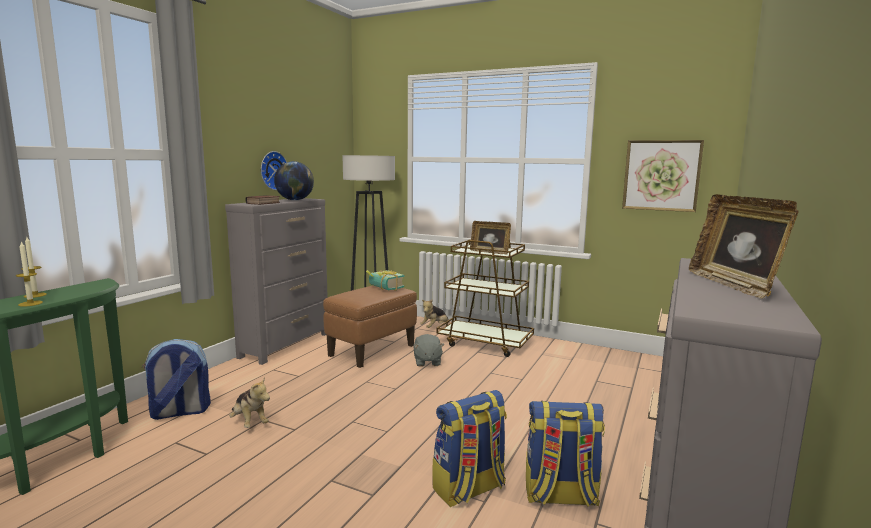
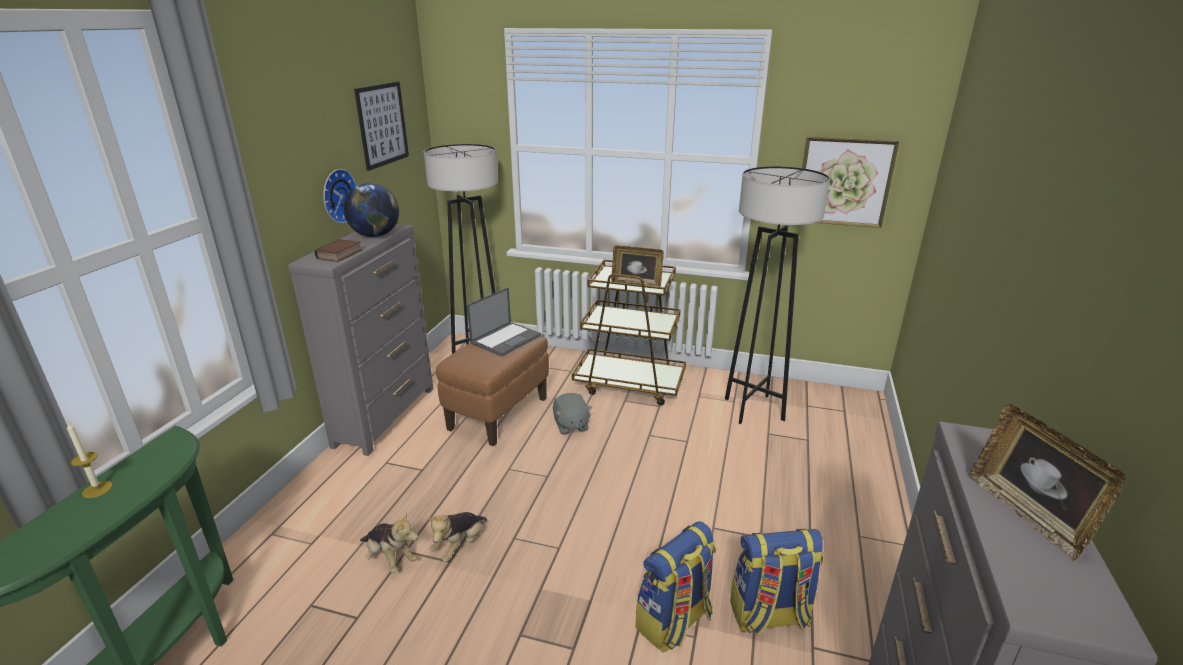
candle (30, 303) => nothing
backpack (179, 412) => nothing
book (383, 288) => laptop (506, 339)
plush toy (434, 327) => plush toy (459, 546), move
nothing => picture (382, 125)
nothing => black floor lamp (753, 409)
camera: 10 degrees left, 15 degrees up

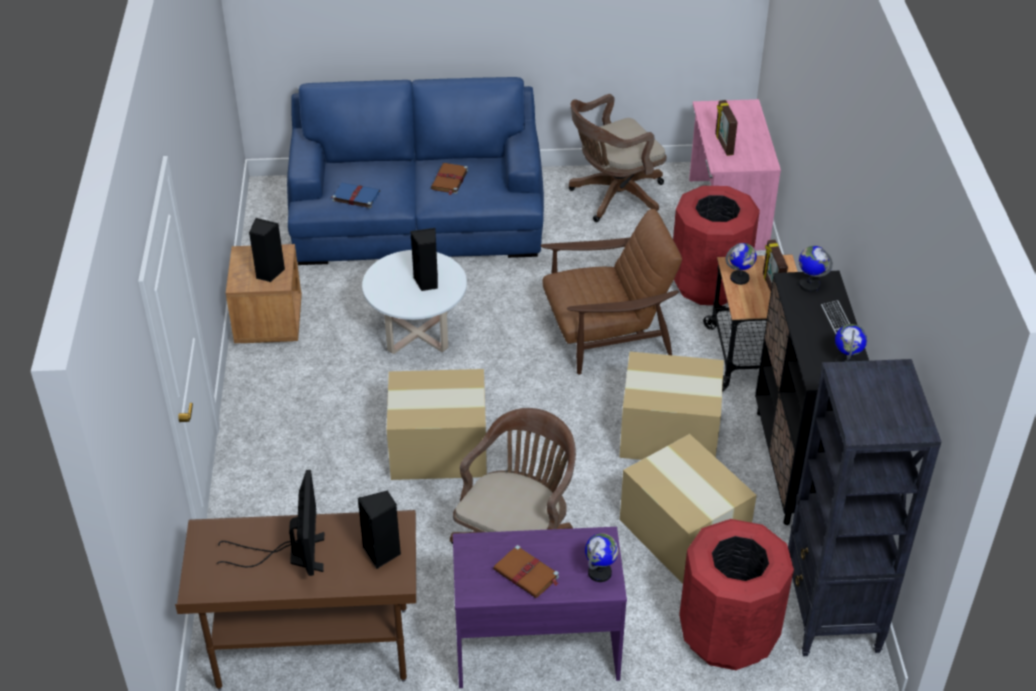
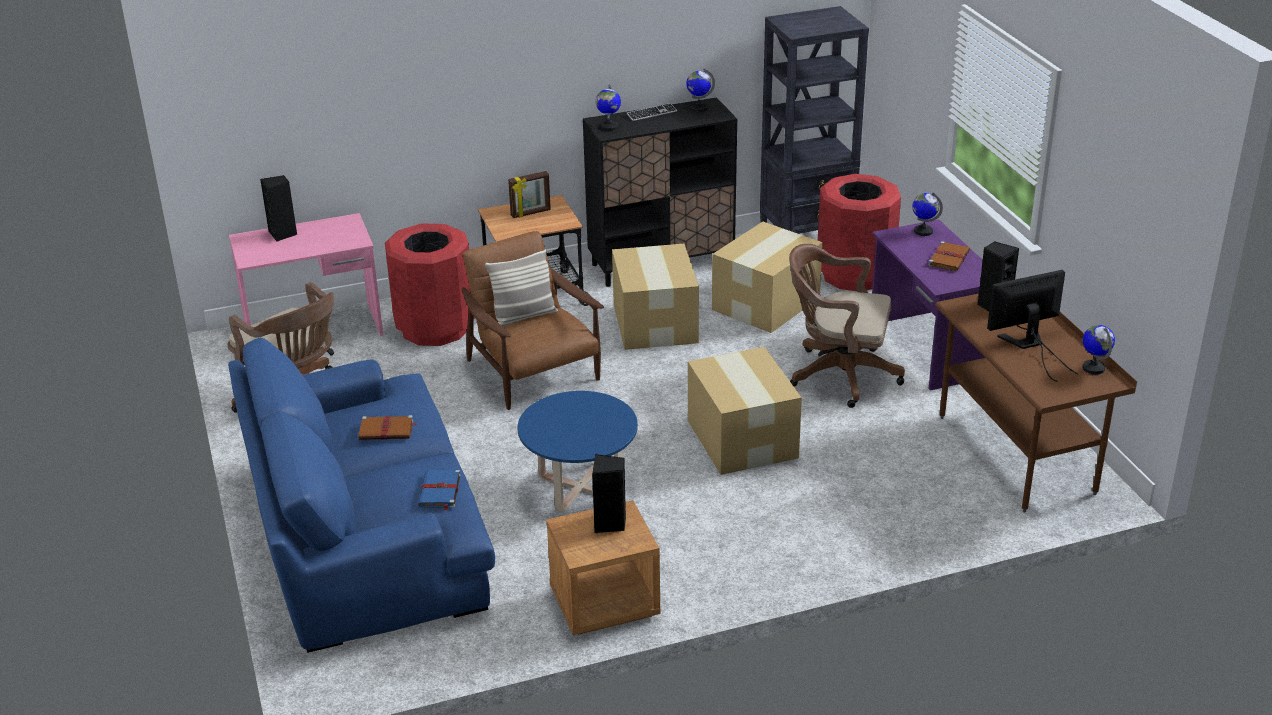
white coffee table (417, 333) => blue coffee table (580, 487)
black speaker (427, 282) => black speaker (283, 234), move
picture frame (723, 144) => nothing
globe (740, 278) => globe (1093, 368), move
nothing => pillow (524, 317)
camera: 105 degrees left, 10 degrees down

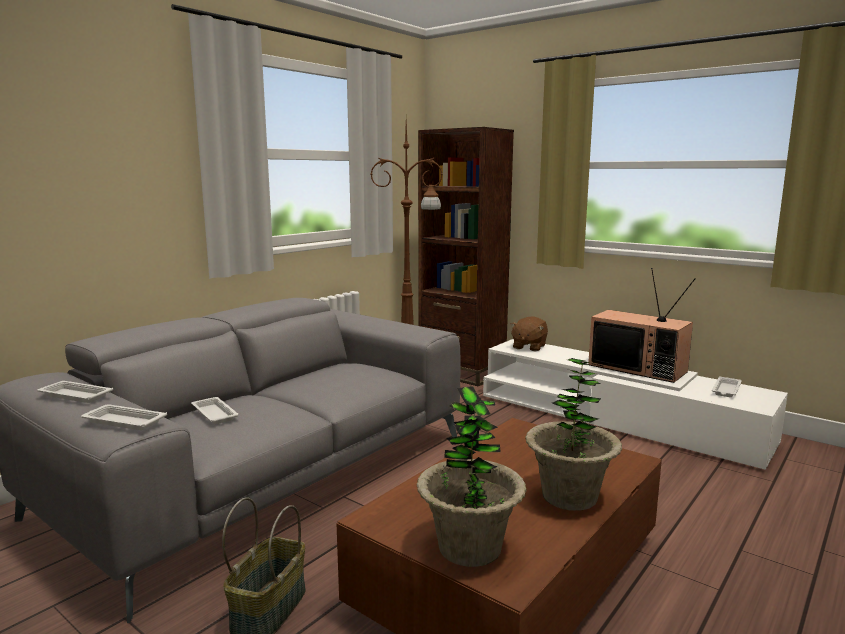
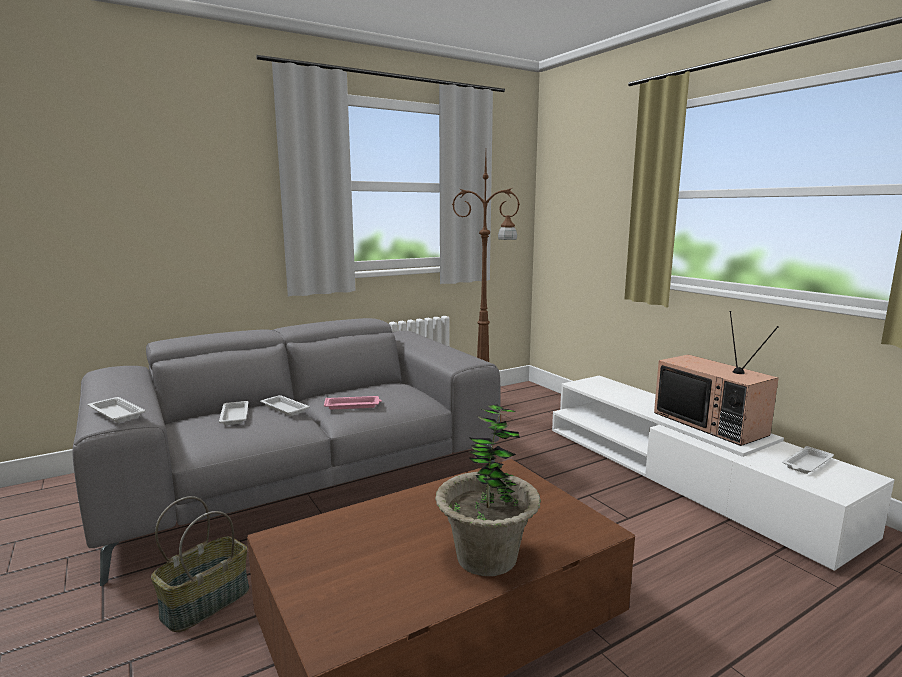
white tray (74, 395) => white tray (284, 408), move
potted plant (469, 548) => nothing
brown bookcase (461, 372) => nothing
brown plush toy (528, 347) => nothing
nothing => pink tray (353, 405)
camera: 20 degrees right, 0 degrees up

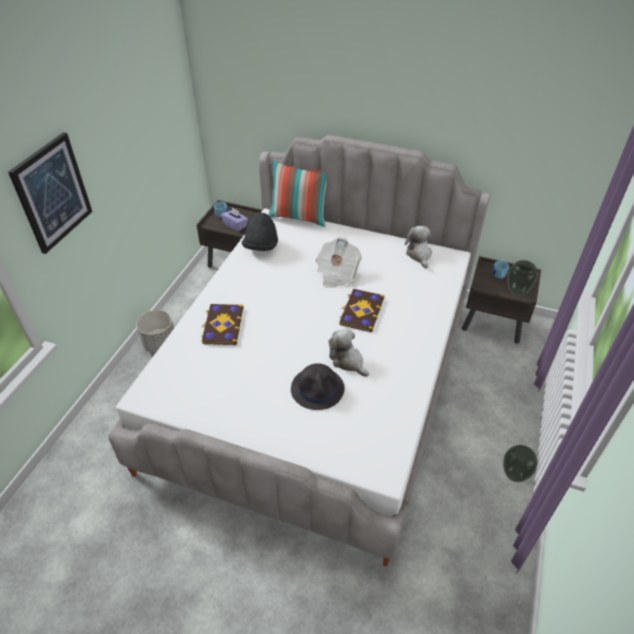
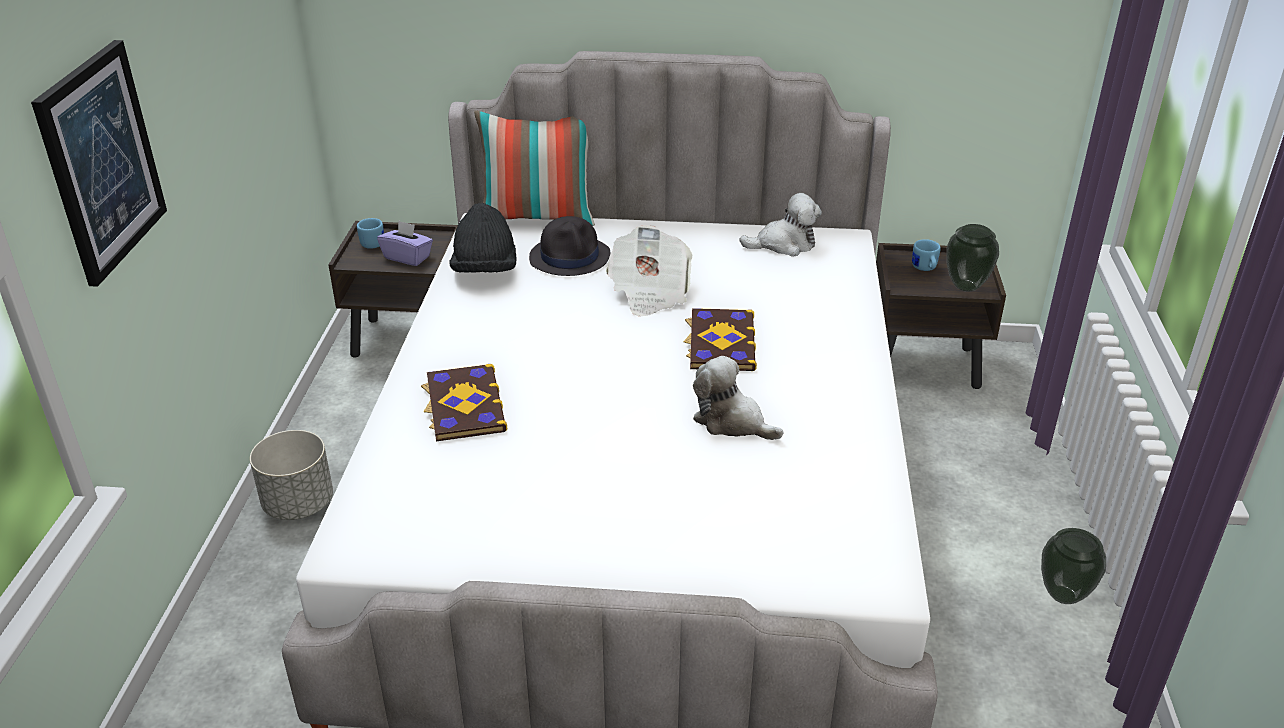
black hat (318, 389) => black hat (570, 257), move
plush toy (419, 254) => plush toy (784, 244), 105 degrees clockwise
camera: 15 degrees left, 10 degrees down

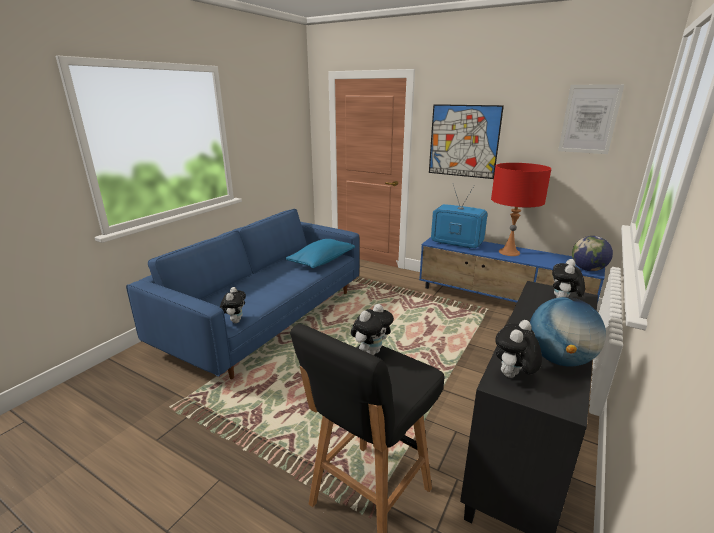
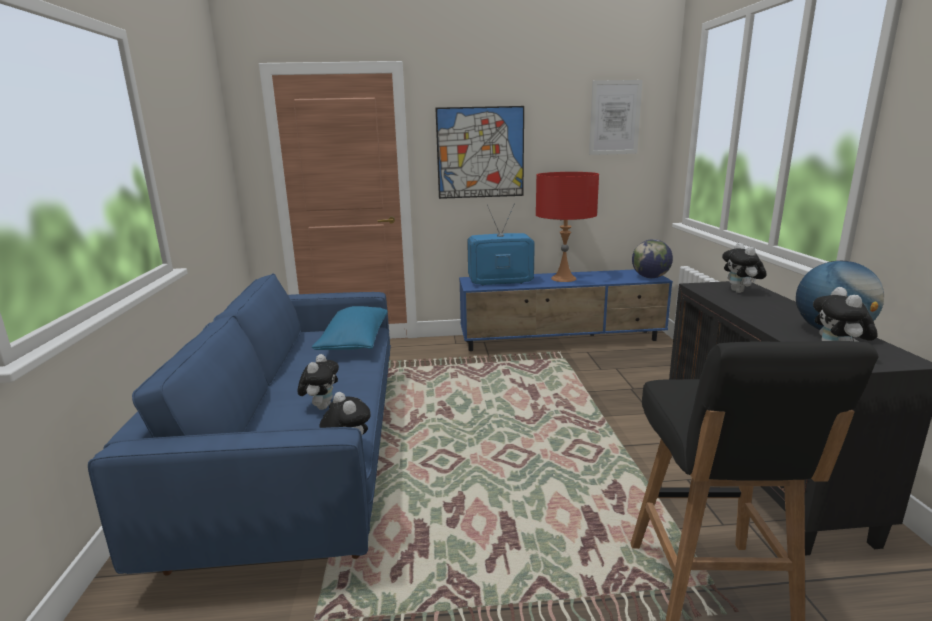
plush toy (371, 351) => plush toy (321, 406), move
camera: 35 degrees left, 5 degrees down

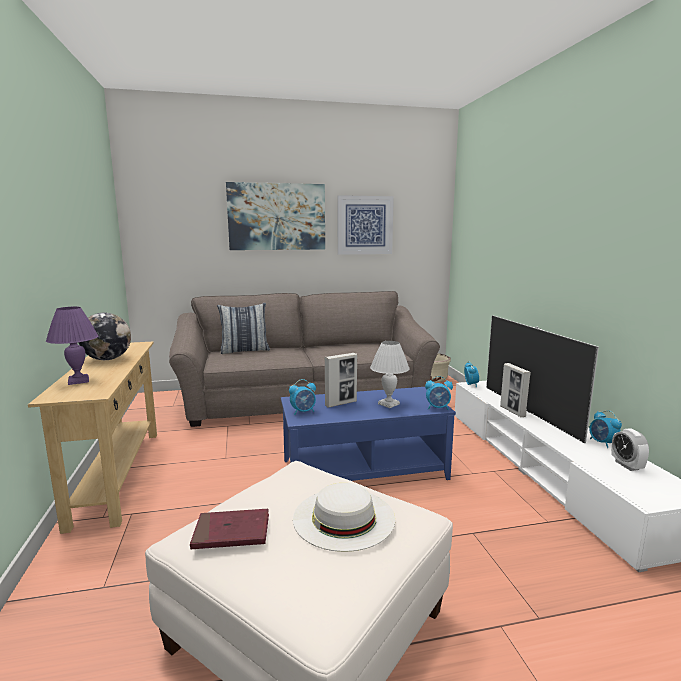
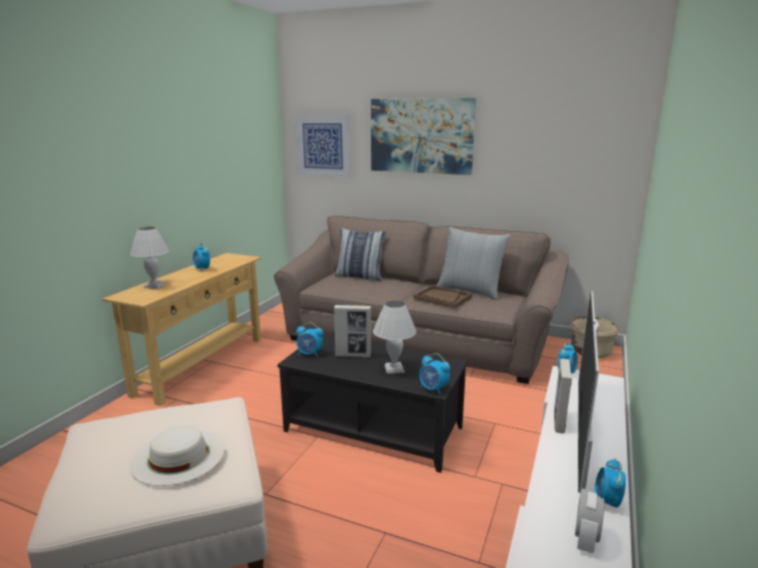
purple table lamp (79, 381) => white table lamp (154, 286)
globe (107, 359) => alarm clock (202, 269)
red book (231, 532) => nothing
blue coffee table (363, 469) => black coffee table (374, 428)
picture (365, 225) => picture (323, 145), move
nothing => brown tray (442, 298)
nothing => pillow (470, 291)
camera: 35 degrees right, 5 degrees up

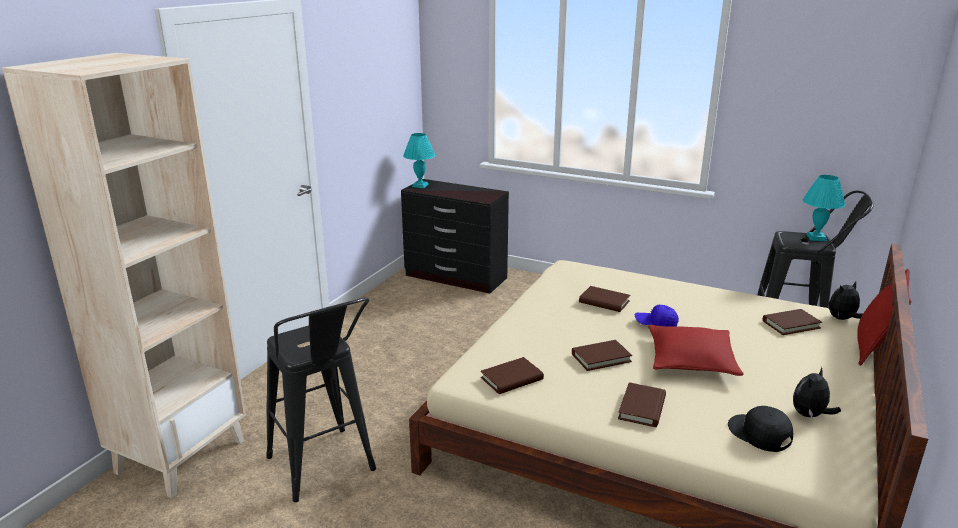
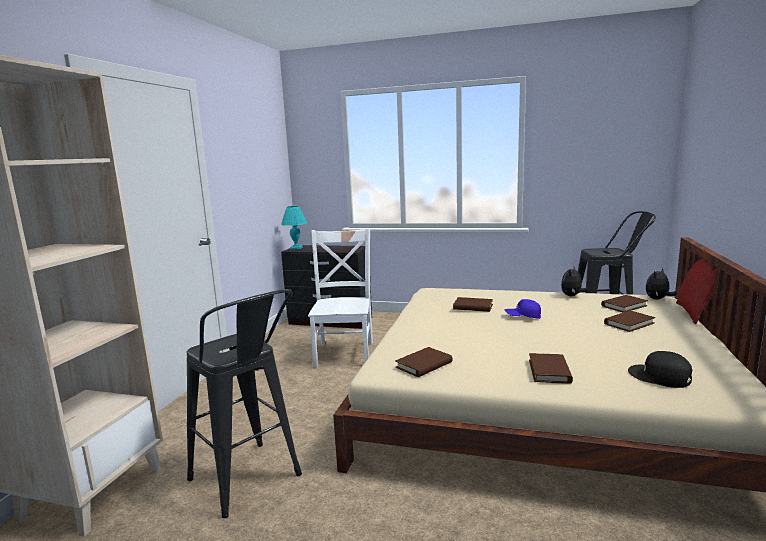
brown book (601, 358) => brown book (629, 323), move
red pillow (691, 360) => nothing
plush toy (810, 415) => plush toy (572, 296), move
turquoise table lamp (816, 237) => nothing
nothing => white chair (345, 353)
camera: 10 degrees left, 10 degrees down

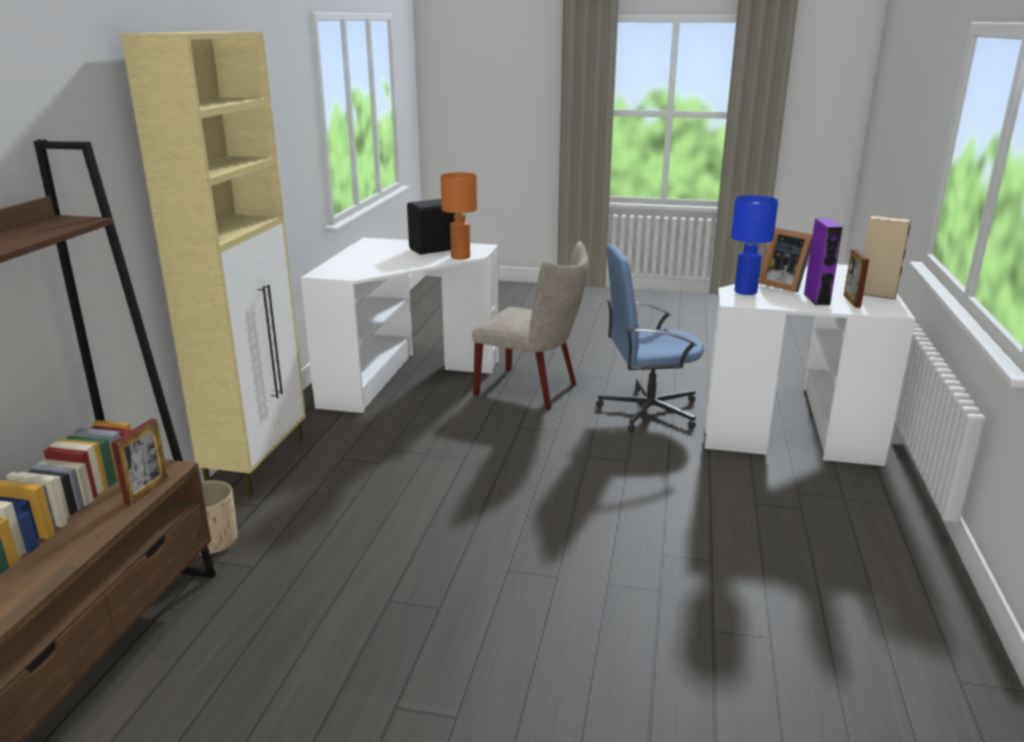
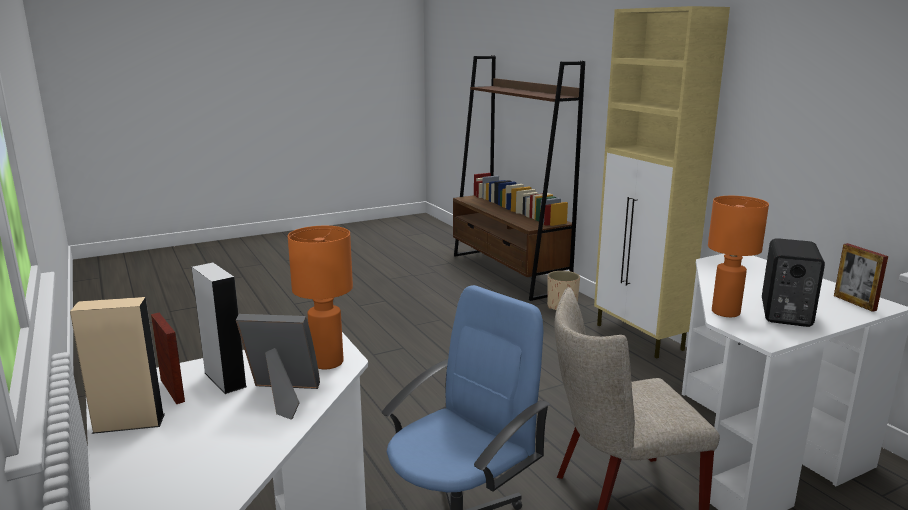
picture frame (147, 491) => picture frame (854, 303), move
blue table lamp (746, 292) => orange table lamp (326, 363)
purple speaker (816, 299) => grey speaker (225, 379)
camera: 140 degrees right, 5 degrees down

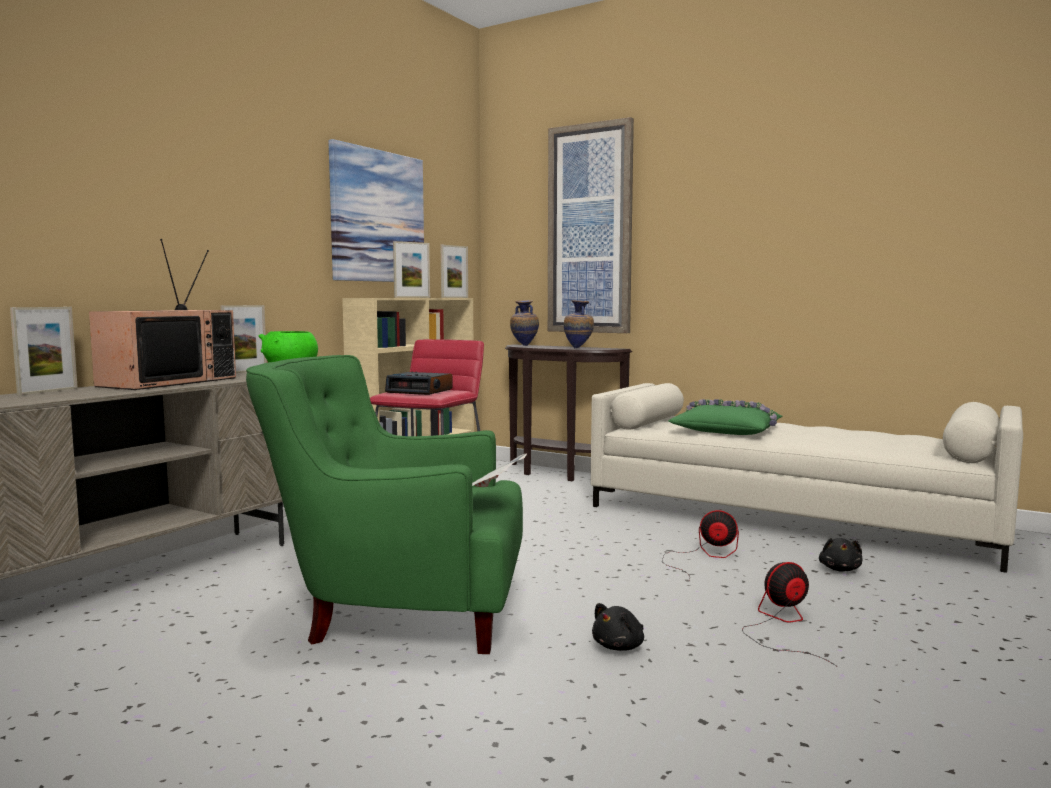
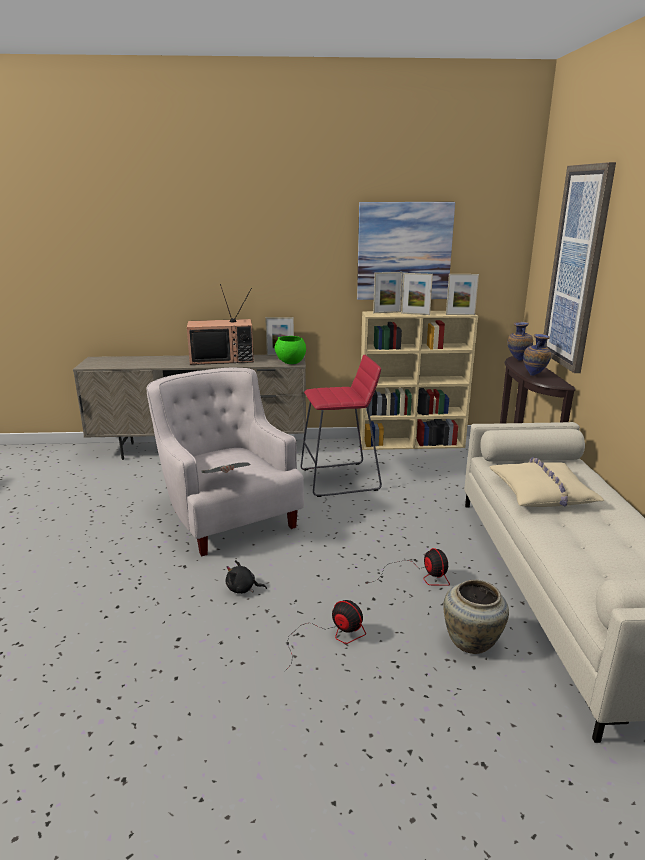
picture frame (48, 391) => picture frame (387, 312), move
green armchair (397, 610) => white armchair (228, 515)
alarm clock (420, 391) => nothing
green pillow (727, 431) => beige pillow (542, 493)
black plush toy (840, 569) => beige vase (472, 641)
camera: 55 degrees right, 15 degrees up

